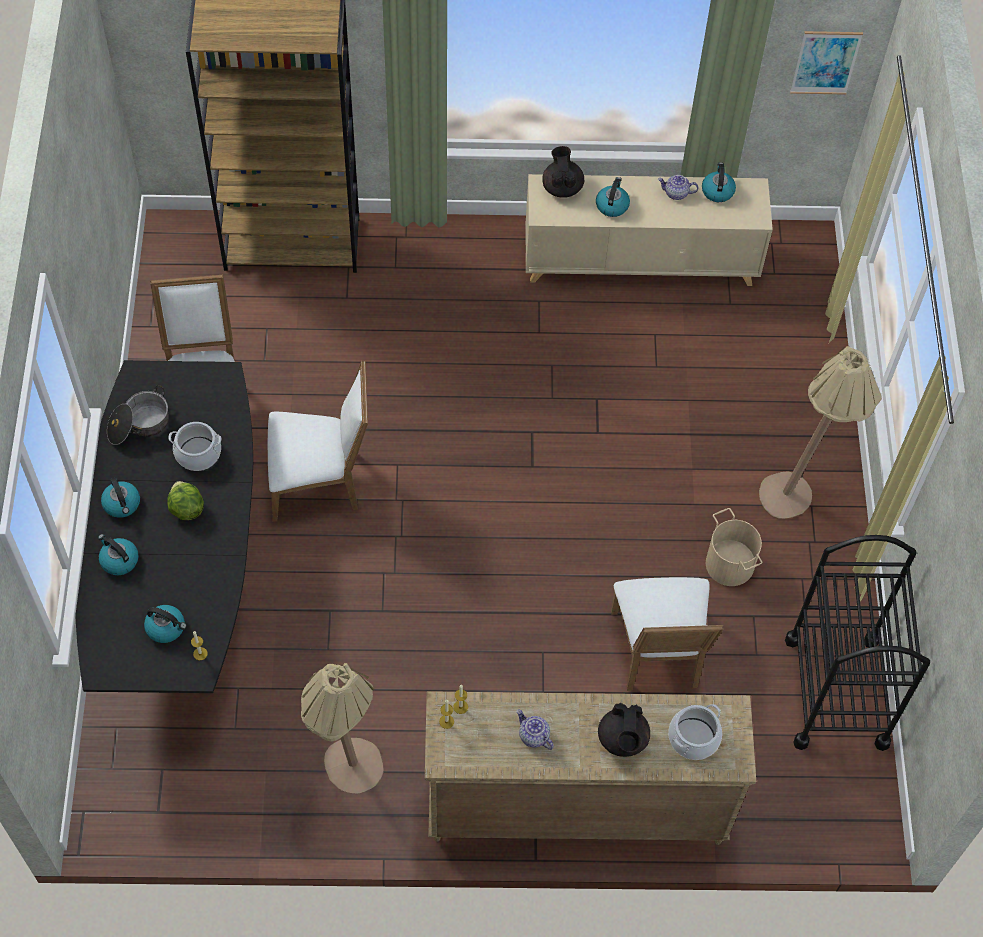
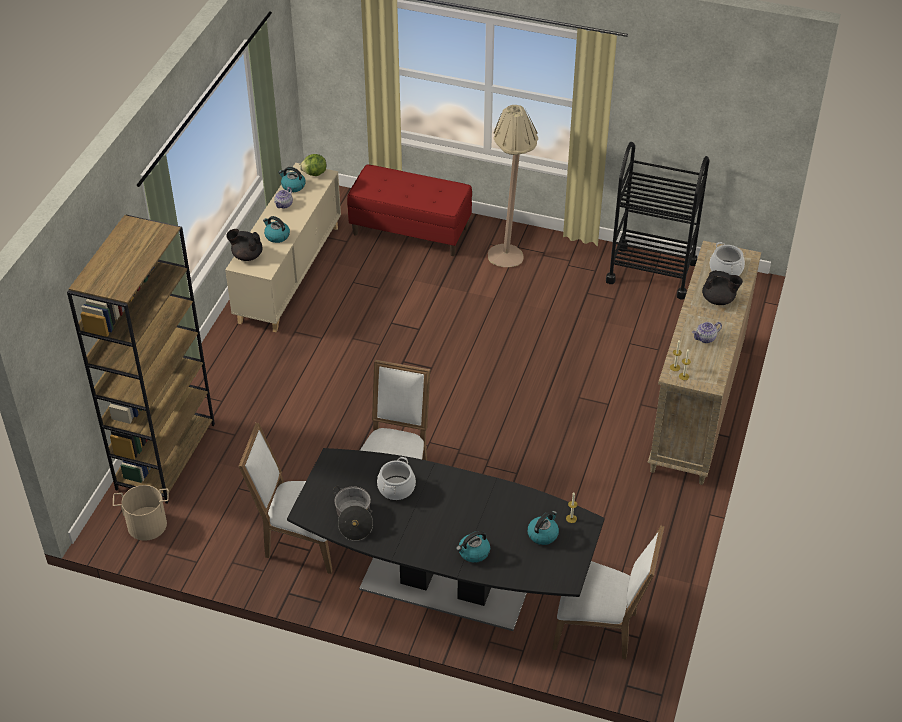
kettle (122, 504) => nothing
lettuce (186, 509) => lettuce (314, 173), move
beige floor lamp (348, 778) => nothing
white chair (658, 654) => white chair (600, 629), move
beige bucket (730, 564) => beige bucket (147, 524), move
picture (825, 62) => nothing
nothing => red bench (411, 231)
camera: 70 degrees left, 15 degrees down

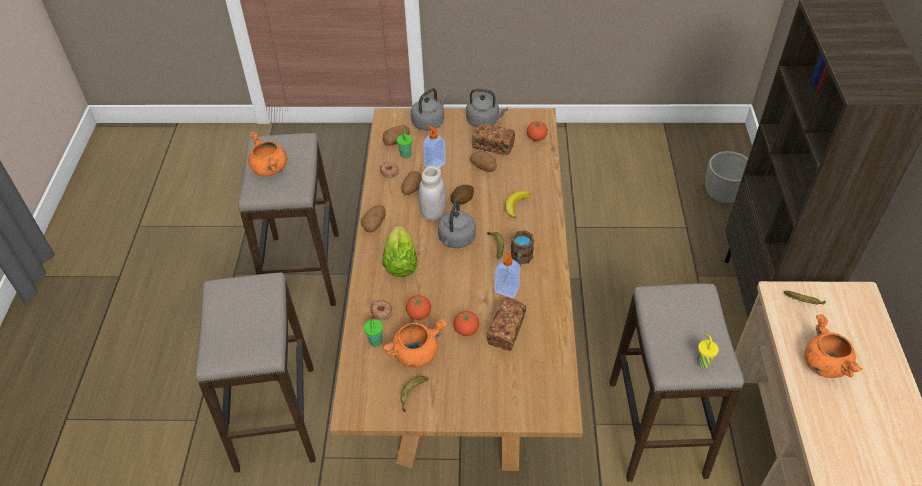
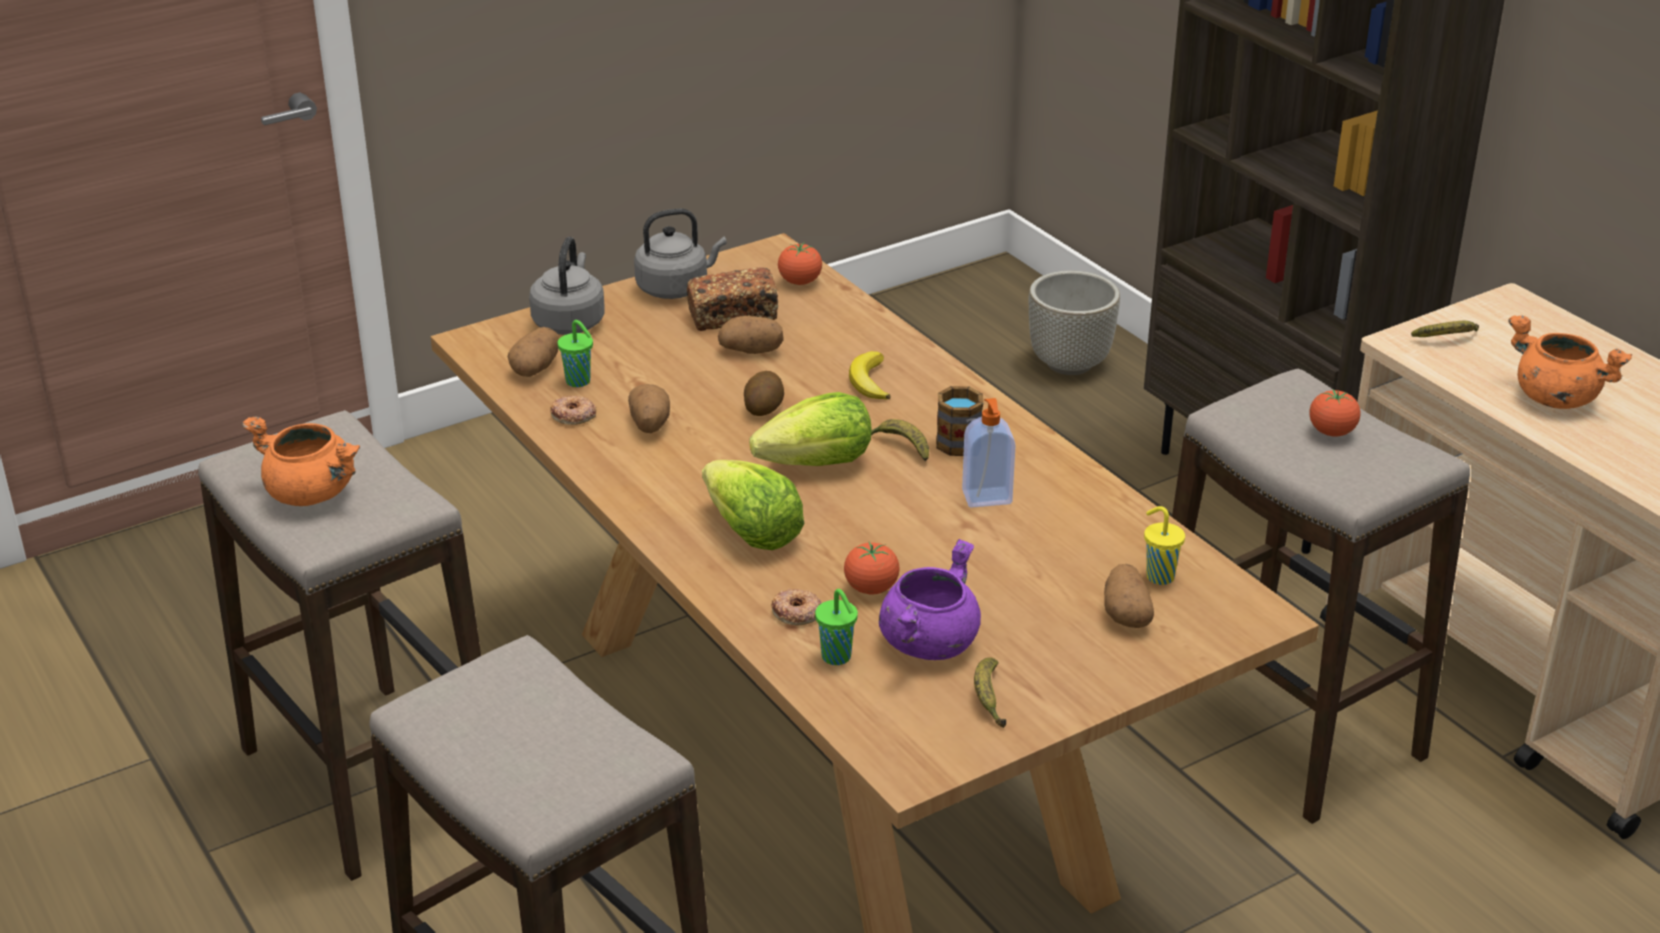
potato (374, 224) => potato (1126, 614), move
orange cooking pot (415, 353) => purple cooking pot (928, 642)
white jar (433, 213) => nothing
soap dispenser (434, 164) => nothing
grey kettle (456, 240) => lettuce (818, 464)
tomato (466, 330) => tomato (1331, 432), move
bread (506, 330) => nothing
yellow cup (703, 361) => yellow cup (1158, 576), move
camera: 35 degrees left, 15 degrees down

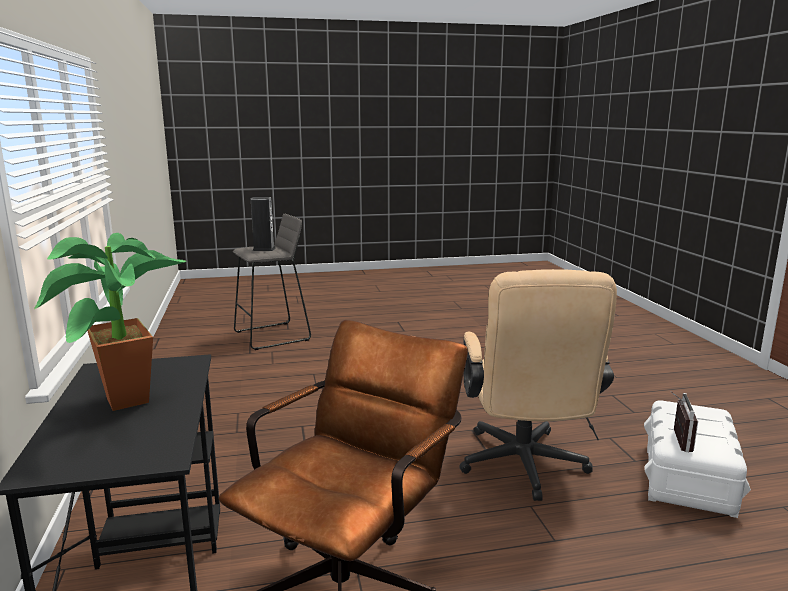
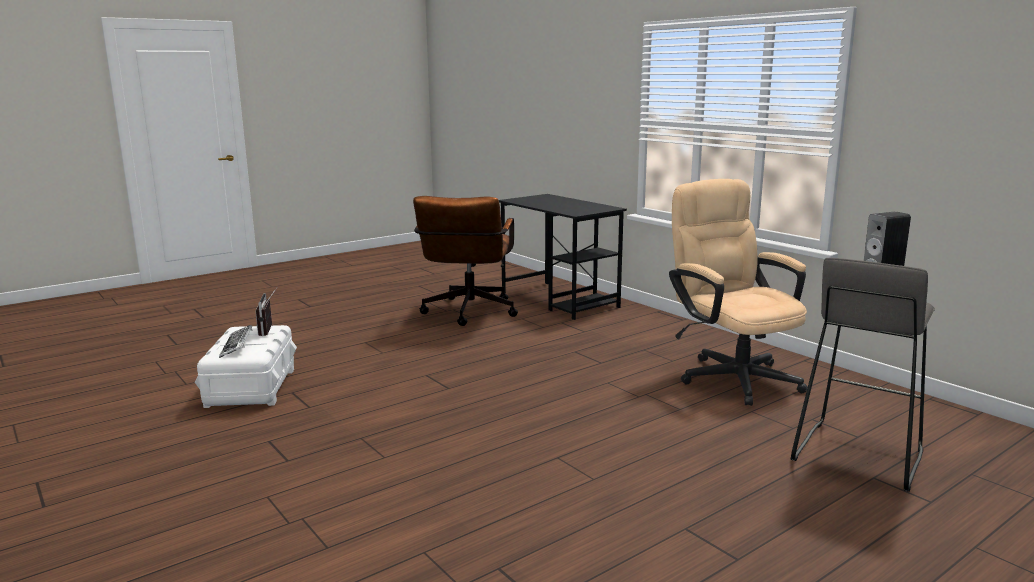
potted plant (124, 405) => nothing
beige office chair (524, 469) => beige office chair (731, 375), move
nothing => keyboard (237, 345)
camera: 155 degrees right, 0 degrees up

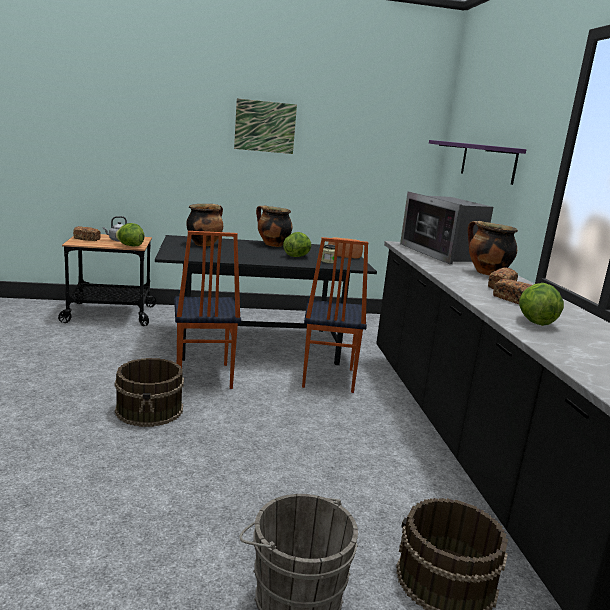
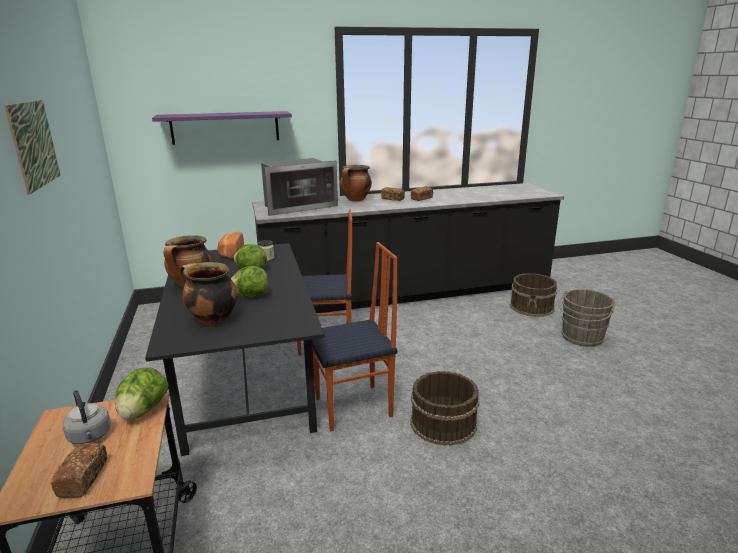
lettuce (535, 322) => lettuce (250, 296), move
camera: 95 degrees left, 5 degrees up

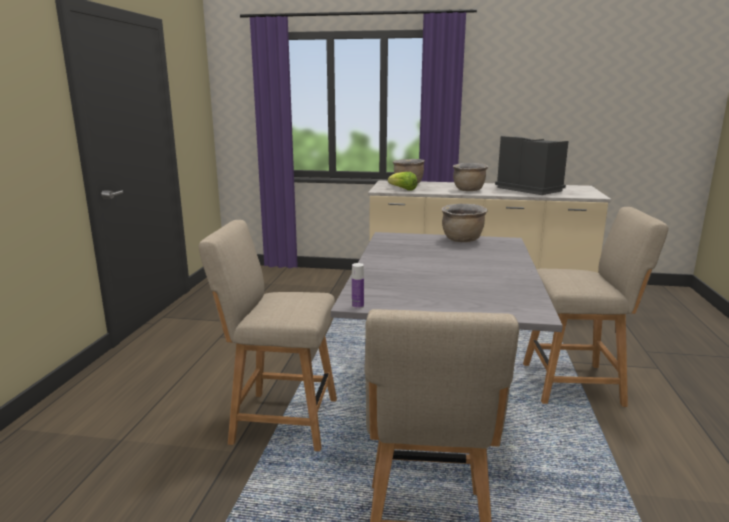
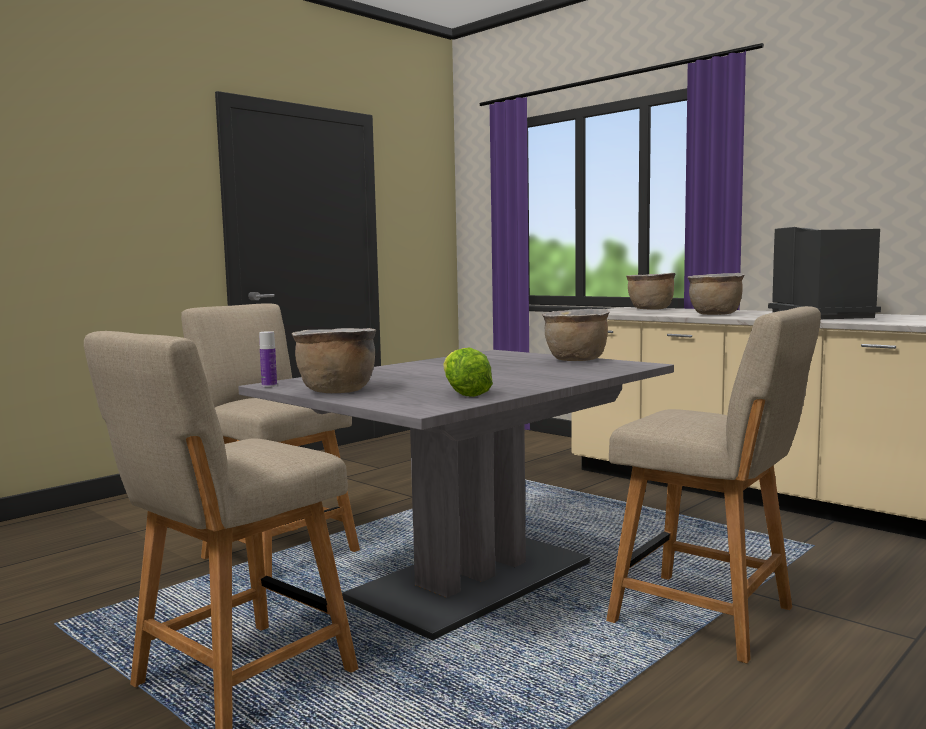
lettuce (403, 189) => lettuce (464, 393), move
nothing => brown cooking pot (336, 391)
camera: 35 degrees right, 10 degrees down

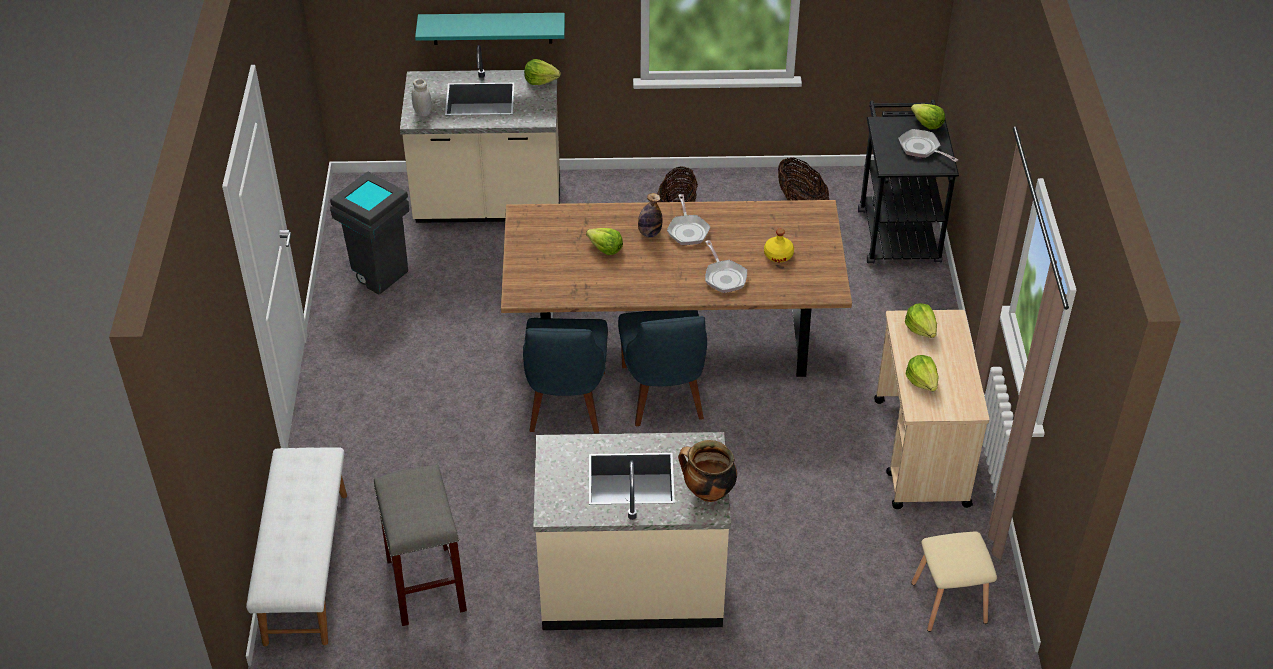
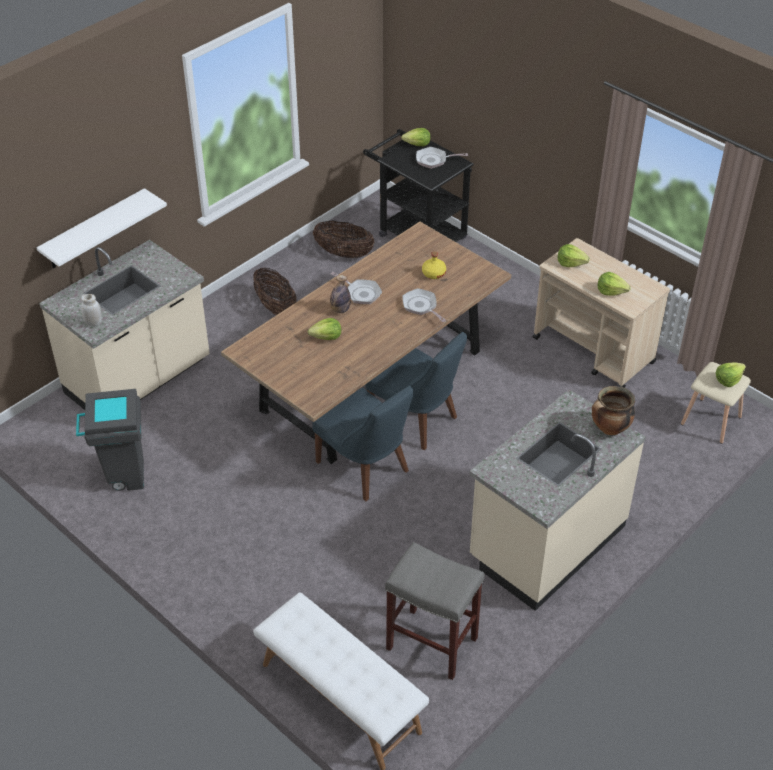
turquoise shelf (492, 28) => white shelf (94, 230)
lettuce (541, 80) => lettuce (728, 379), move
frying pan (724, 277) => frying pan (421, 306), 150 degrees counterclockwise
camera: 45 degrees left, 0 degrees up

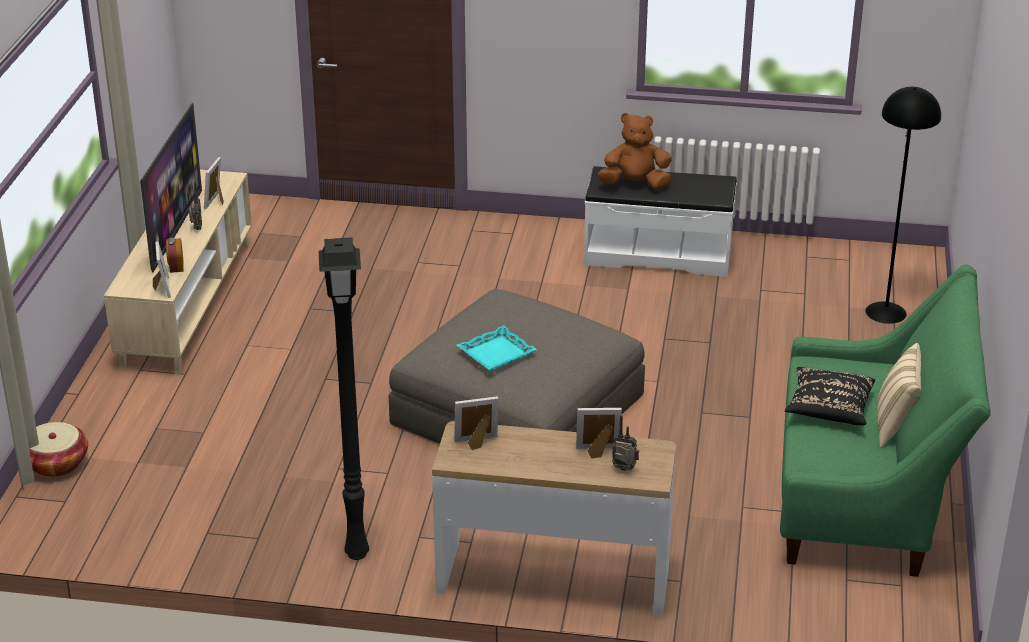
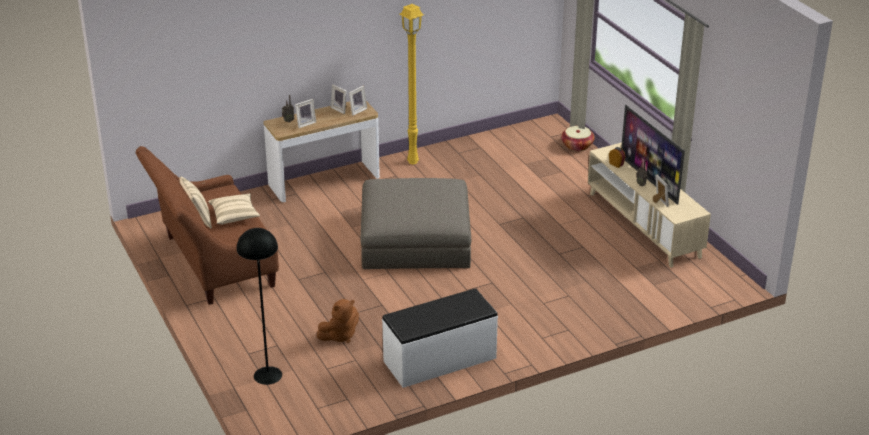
picture frame (161, 289) => picture frame (340, 109), move
black floor lamp (355, 552) => yellow floor lamp (414, 162)
turquoise tray (496, 353) => nothing
brown plush toy (635, 184) => brown plush toy (340, 336), move
green sofa (867, 495) => brown sofa (212, 263)
black pillow (829, 409) => beige pillow (234, 216)
camera: 145 degrees right, 0 degrees up

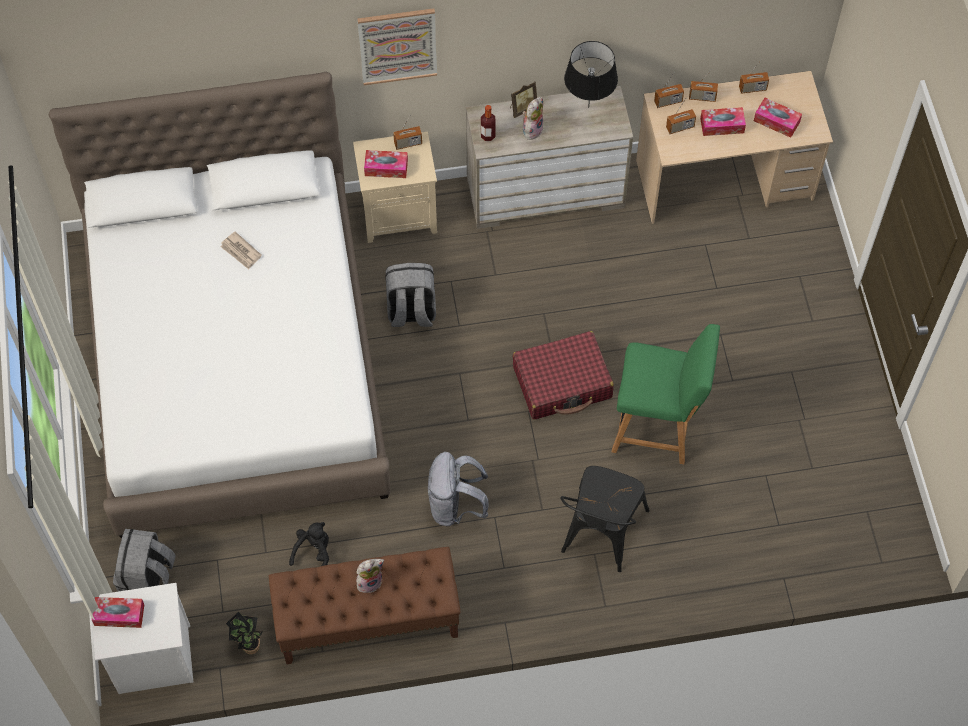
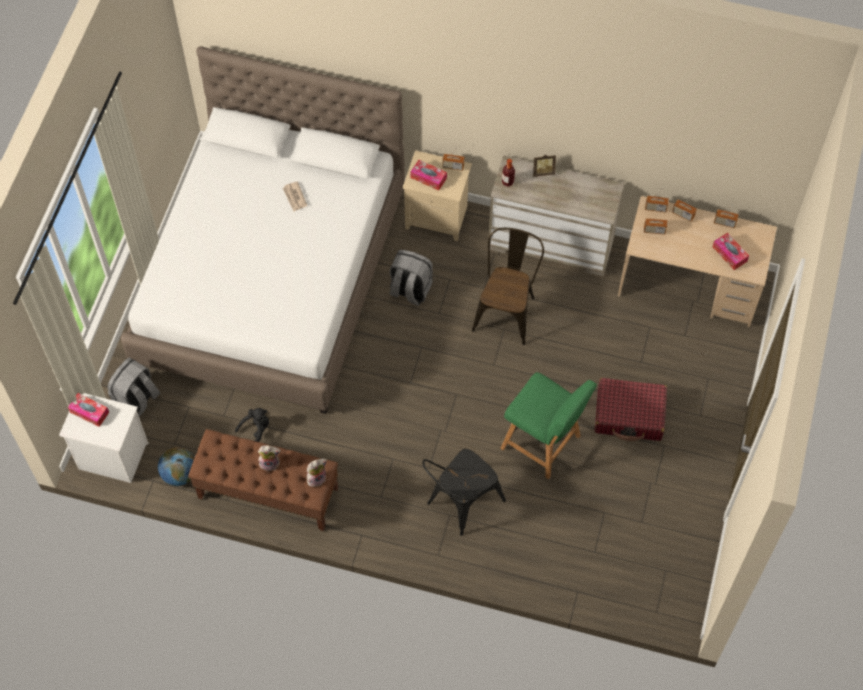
potted plant (248, 645) => globe (180, 474)
picture (397, 45) => nothing
grey backpack (456, 506) => nothing
red suitcase (562, 382) => red suitcase (629, 415), move
plush toy (532, 129) => plush toy (316, 478), move
black table lamp (588, 107) => nothing
tissue box (722, 125) => nothing
nothing => brown chair (507, 310)
camera: 25 degrees right, 0 degrees up

